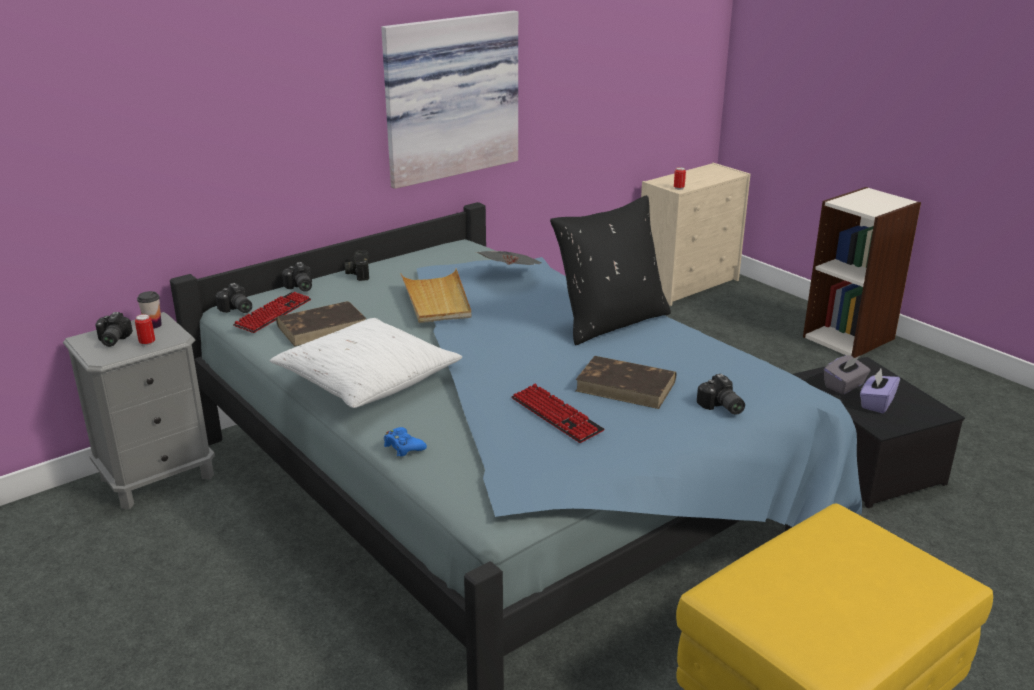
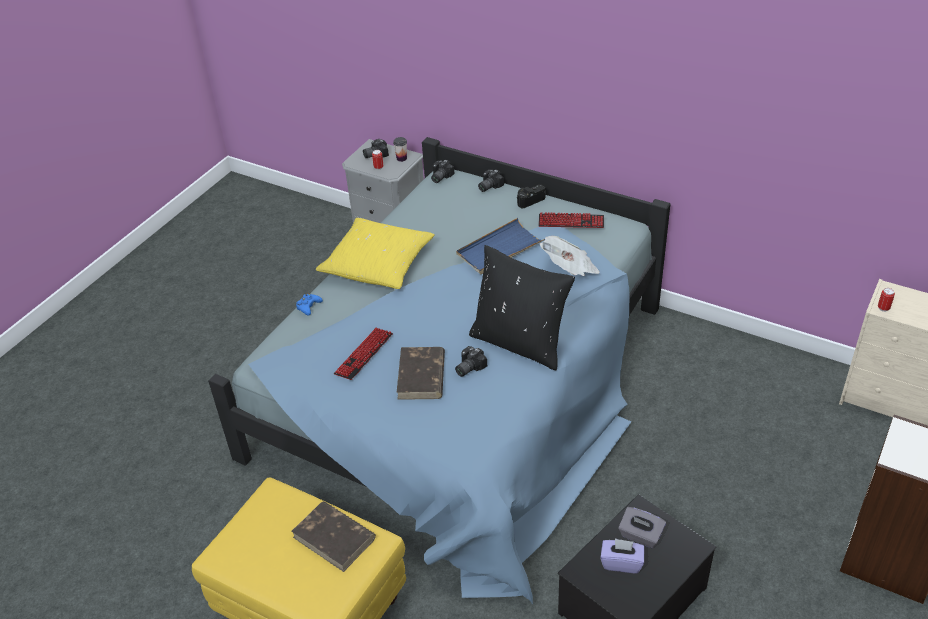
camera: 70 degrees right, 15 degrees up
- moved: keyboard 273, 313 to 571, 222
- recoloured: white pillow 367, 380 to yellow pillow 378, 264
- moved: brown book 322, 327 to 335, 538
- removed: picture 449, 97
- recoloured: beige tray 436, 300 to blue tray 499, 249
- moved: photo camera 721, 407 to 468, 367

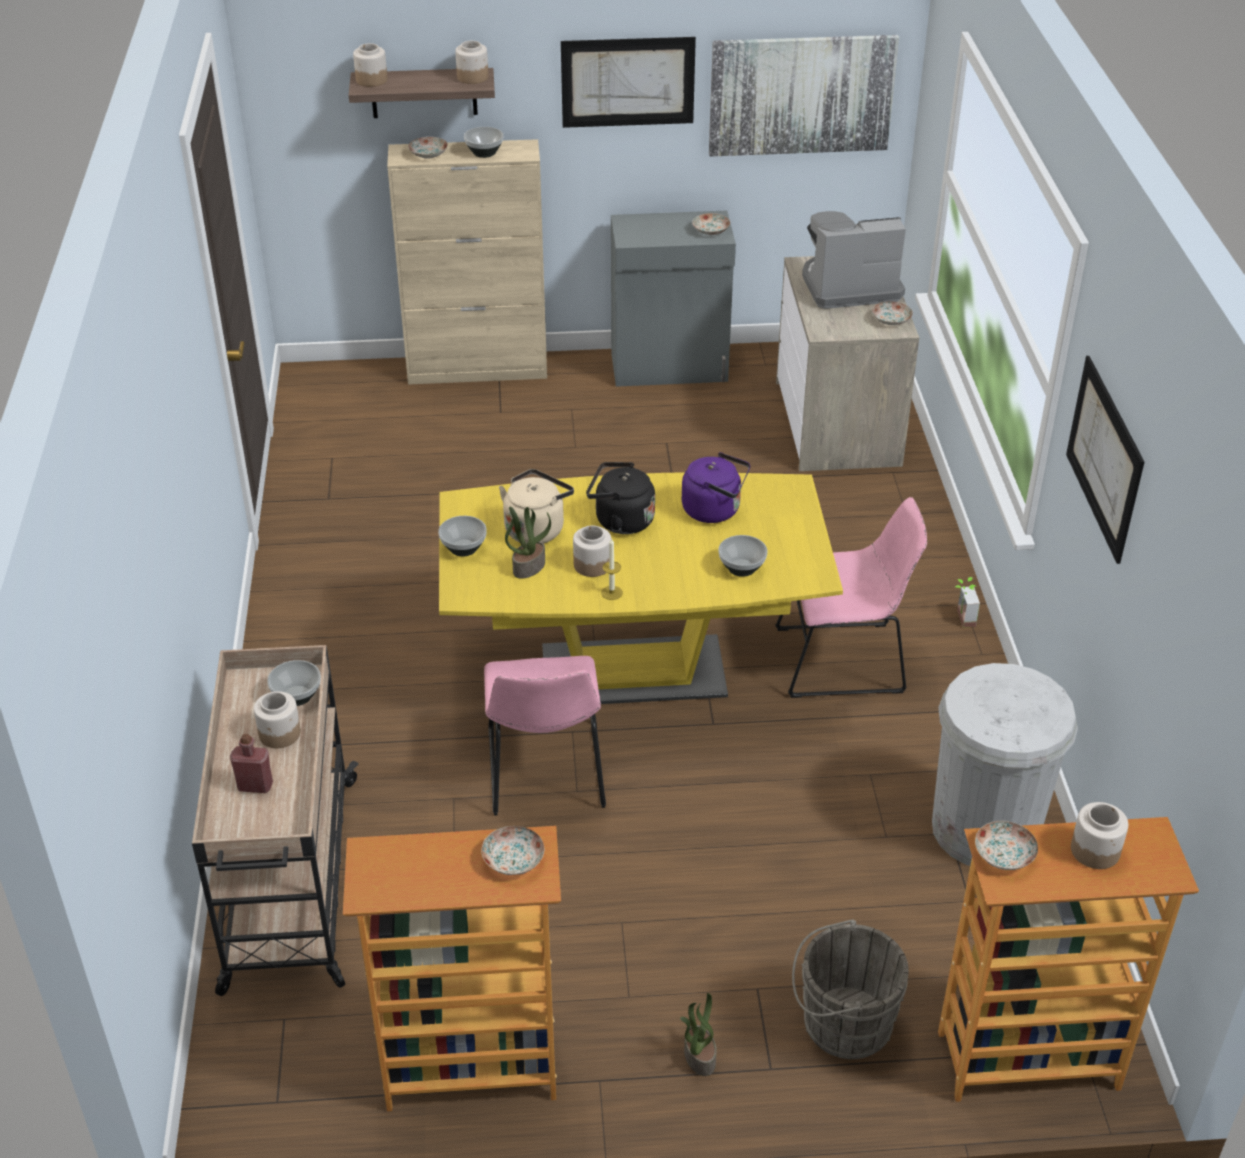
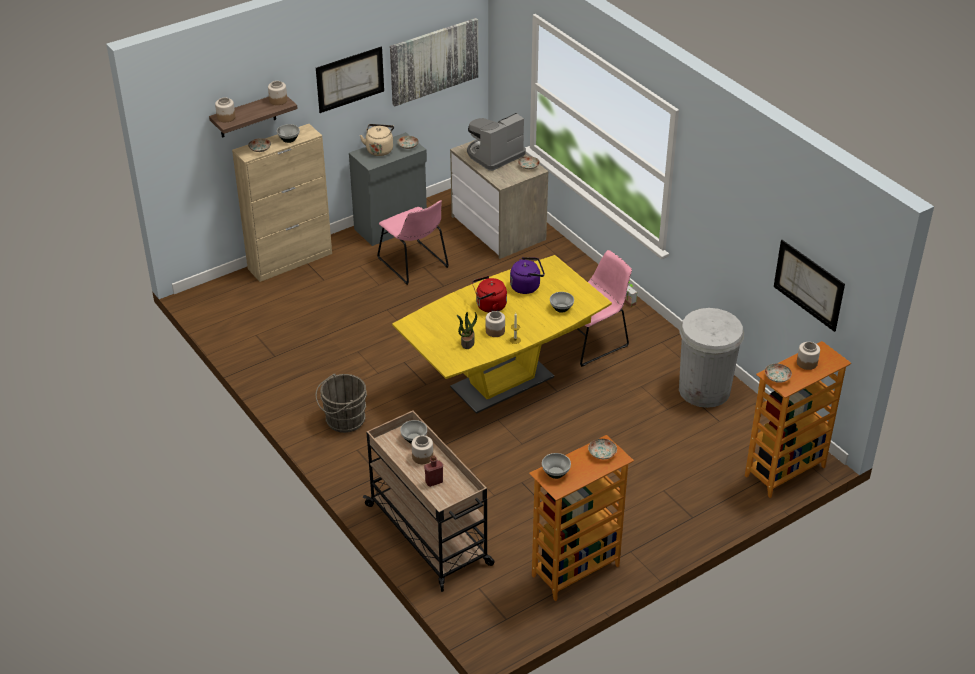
camera: 30 degrees left, 0 degrees up
- moved: bowl 464, 548 to 556, 472
- moved: pink chair 546, 773 to 414, 264
- moved: beige kettle 536, 528 to 379, 149
- recoloured: black kettle 620, 521 to red kettle 489, 306
- removed: potted plant 698, 1056
- moved: grey bucket 841, 1023 to 343, 420
- moved: picture 1104, 457 to 808, 285

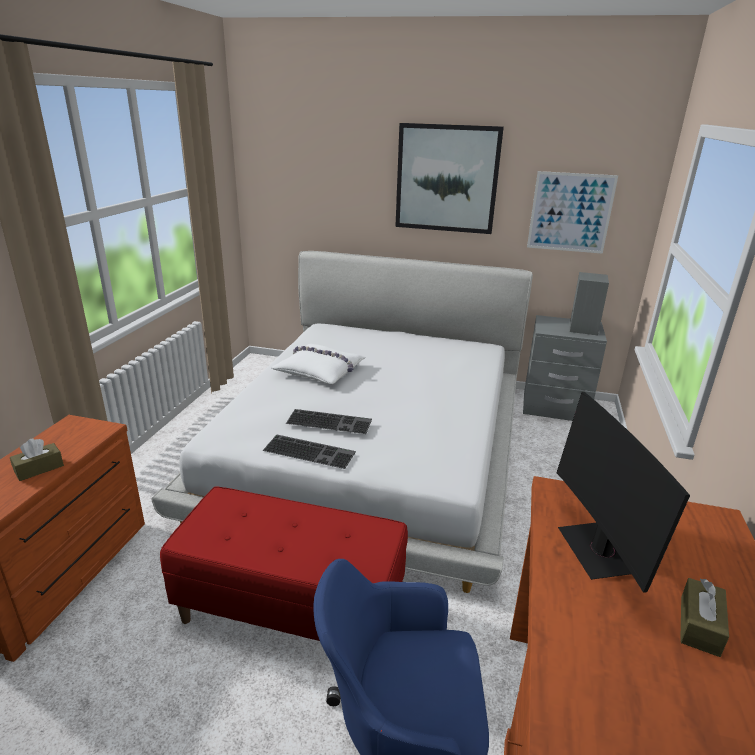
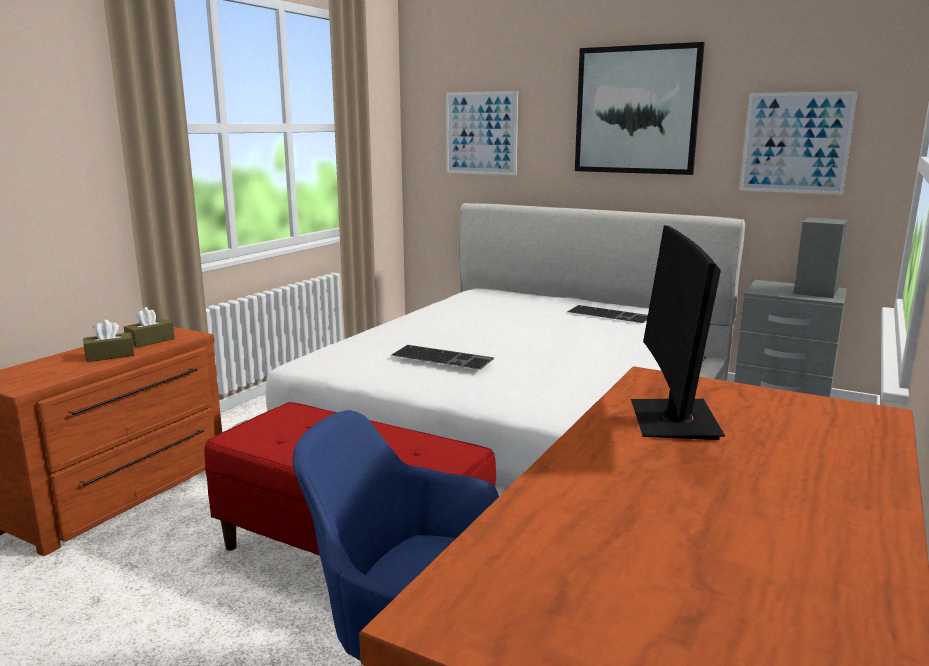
camera: 15 degrees right, 10 degrees down
- moved: keyboard 310, 451 to 610, 314
- removed: white pillow 321, 371
- moved: brown tissue box 699, 625 to 150, 341
- added: picture 481, 133

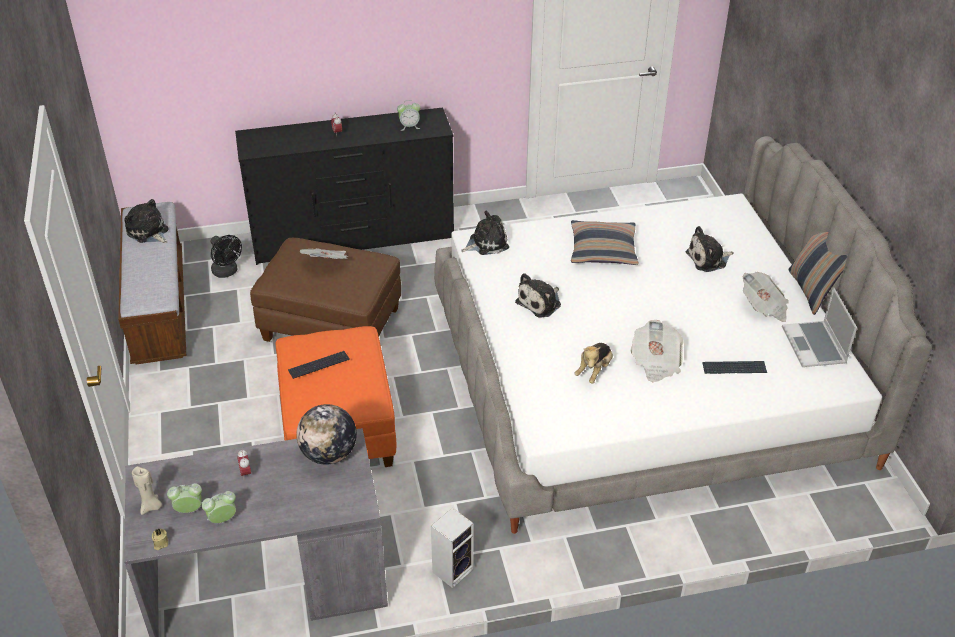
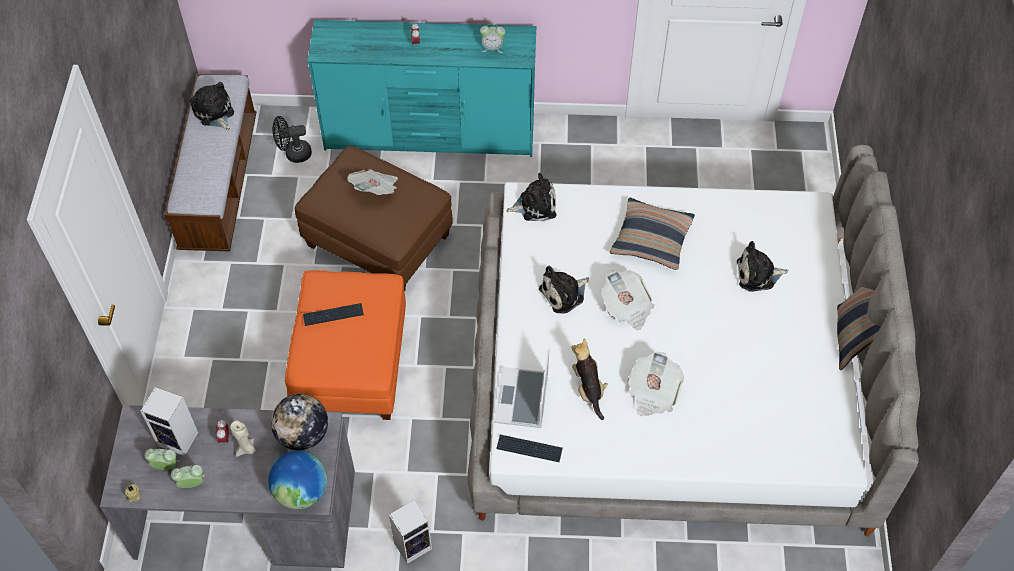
camera: 15 degrees right, 15 degrees up
- moved: beige candle 151, 506 to 246, 449
- turned: black fan 227, 272 = 294, 154 105 degrees clockwise
- recoloured: black dresser 354, 238 to turquoise dresser 430, 134
- turned: plush toy 594, 370 = 588, 389 120 degrees clockwise
- moved: keyboard 734, 368 to 529, 449
- moved: newspaper 763, 307 to 627, 308
- moved: laptop 815, 346 to 522, 399
- added: speaker 179, 439
- added: globe 301, 491

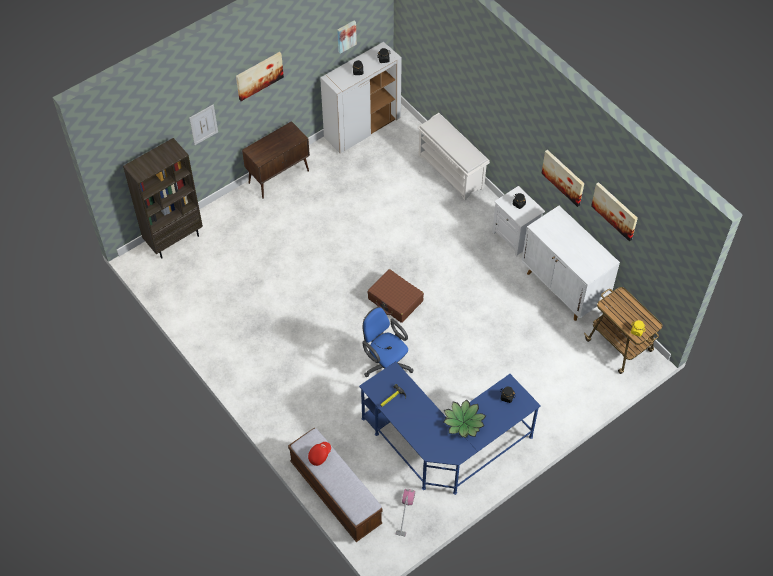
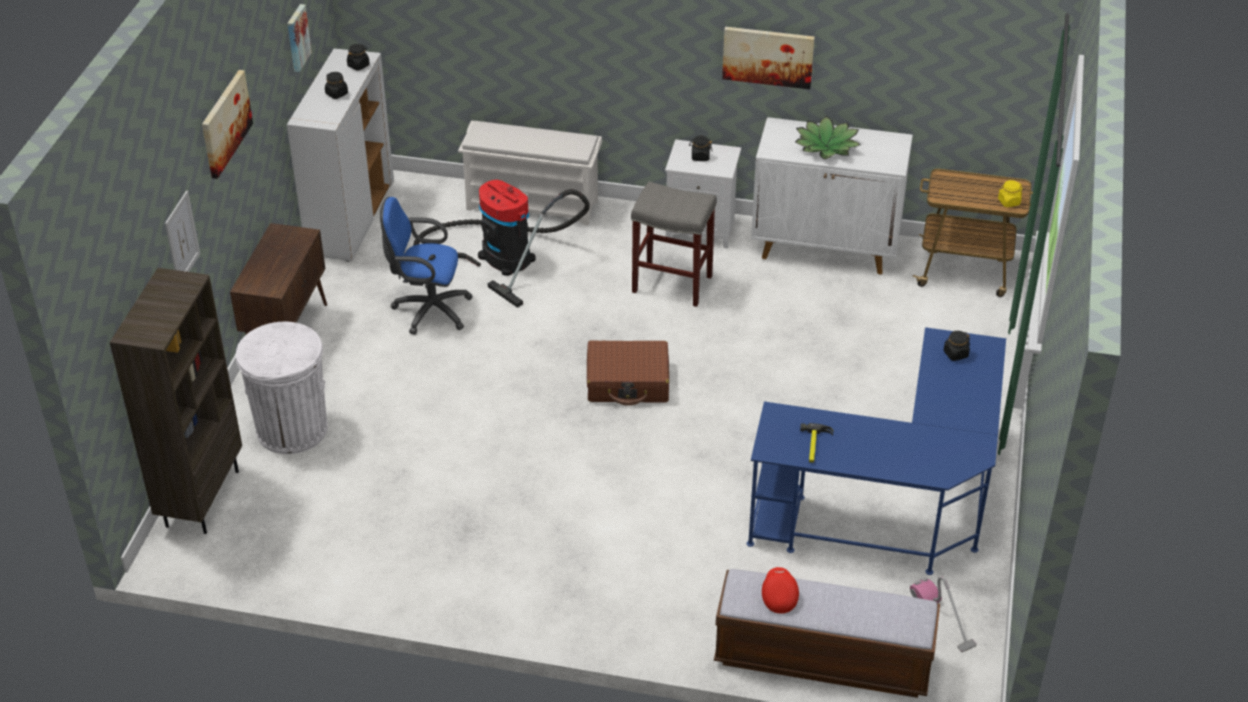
camera: 40 degrees left, 15 degrees down
- moved: blue office chair 385, 365 to 428, 310
- moved: potted plant 464, 422 to 827, 146
- removed: picture 615, 211
- added: white trash can 292, 429
- added: vacuum cleaner 501, 256
- added: grey stool 673, 284

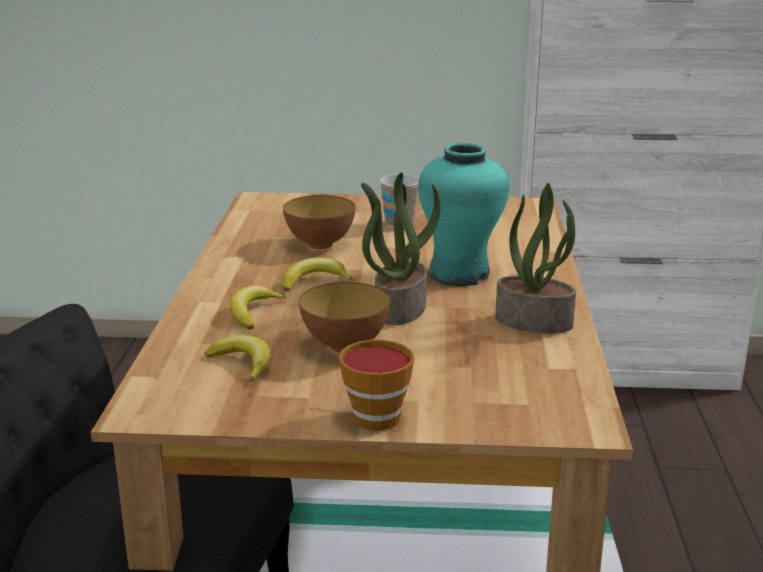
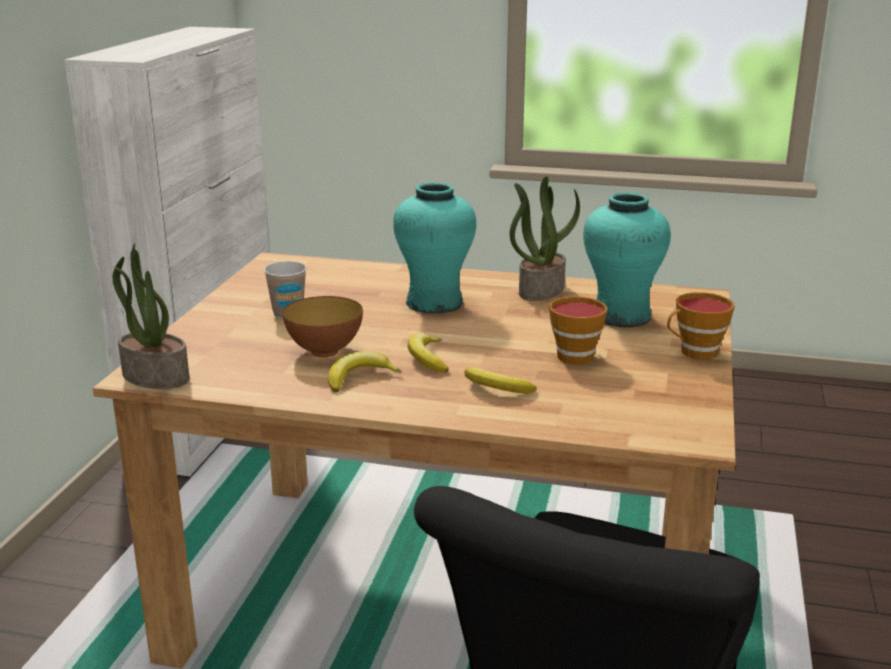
camera: 80 degrees left, 0 degrees up
- moved: banana 242, 364 to 359, 378
- replaced: bowl 345, 346 to cup 575, 354
- moved: potted plant 399, 309 to 154, 377
- added: turquoise vase 621, 316

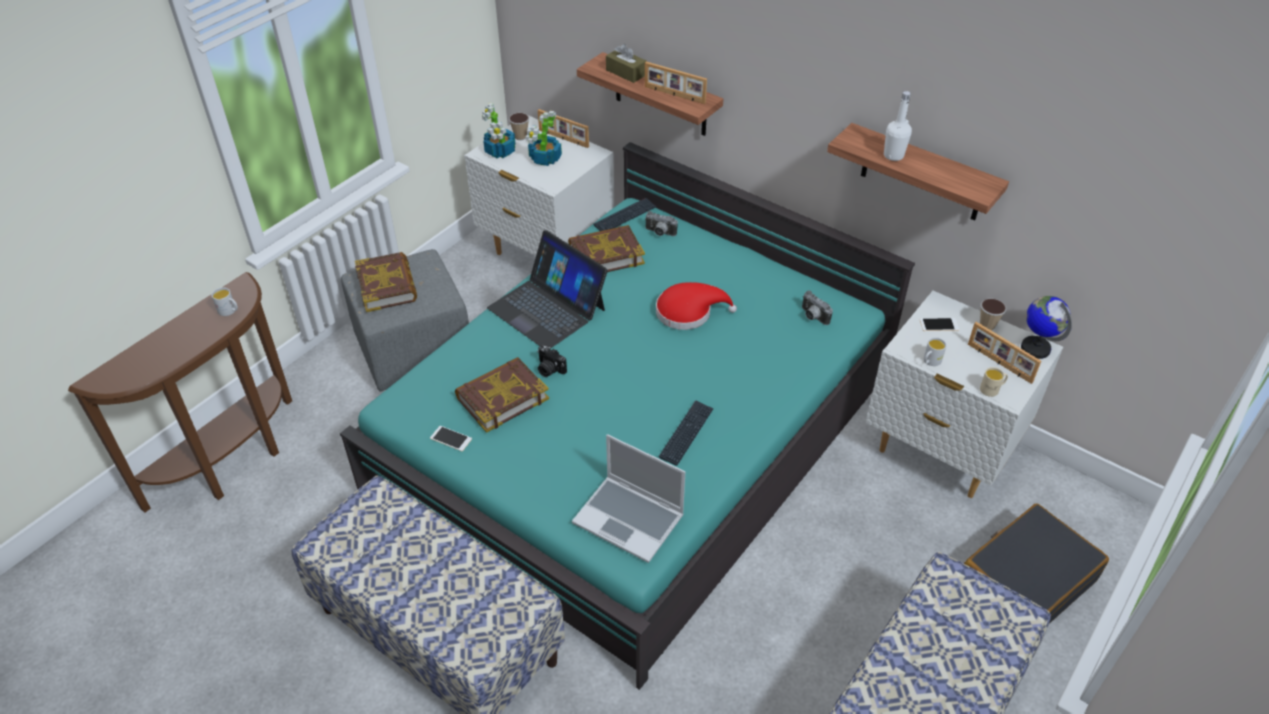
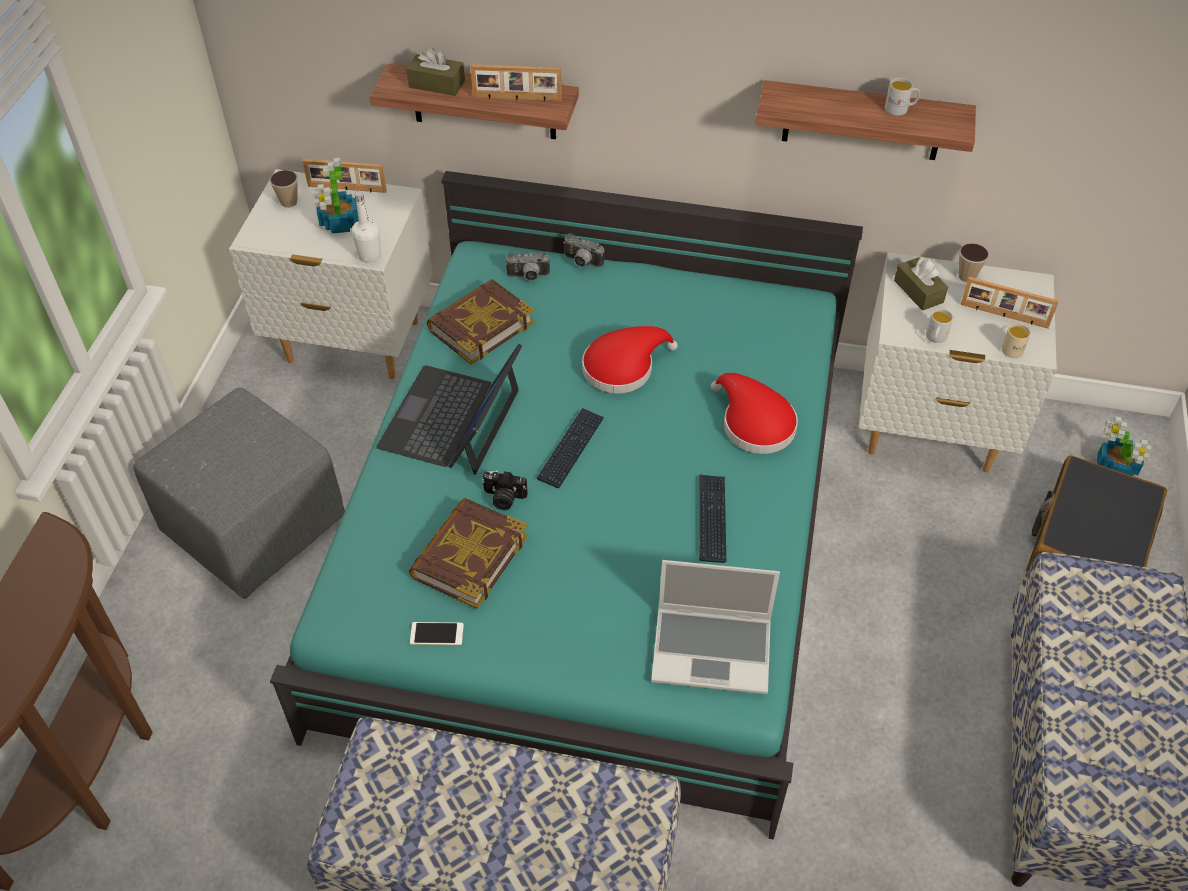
camera: 25 degrees left, 5 degrees up
- moved: white mug 229, 311 to 900, 109
- removed: book 387, 286
- moved: potted plant 500, 151 to 1116, 468
- turned: laptop 547, 308 = 452, 419 90 degrees clockwise
- moved: keyboard 625, 216 to 571, 449
- moved: photo camera 812, 317 to 581, 262
- moved: white bottle 893, 155 to 370, 256
- replaced: phone 939, 325 to brown tissue box 918, 291
- removed: globe 1035, 348
- added: red hat 754, 423

